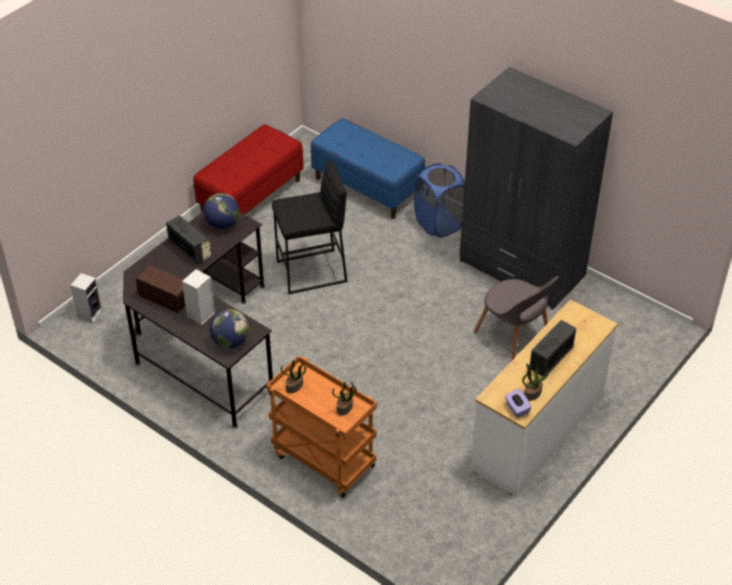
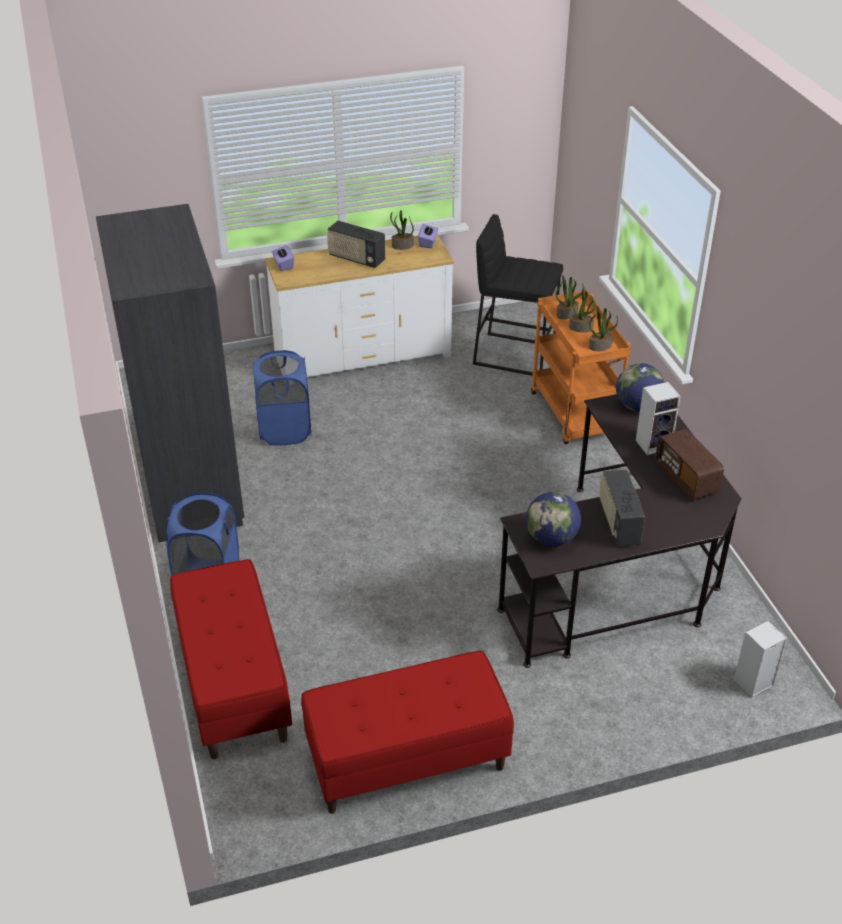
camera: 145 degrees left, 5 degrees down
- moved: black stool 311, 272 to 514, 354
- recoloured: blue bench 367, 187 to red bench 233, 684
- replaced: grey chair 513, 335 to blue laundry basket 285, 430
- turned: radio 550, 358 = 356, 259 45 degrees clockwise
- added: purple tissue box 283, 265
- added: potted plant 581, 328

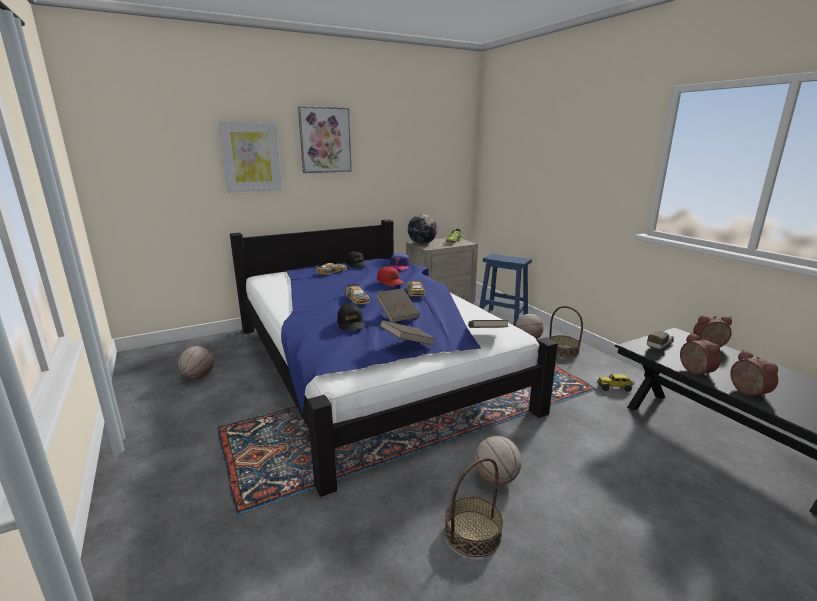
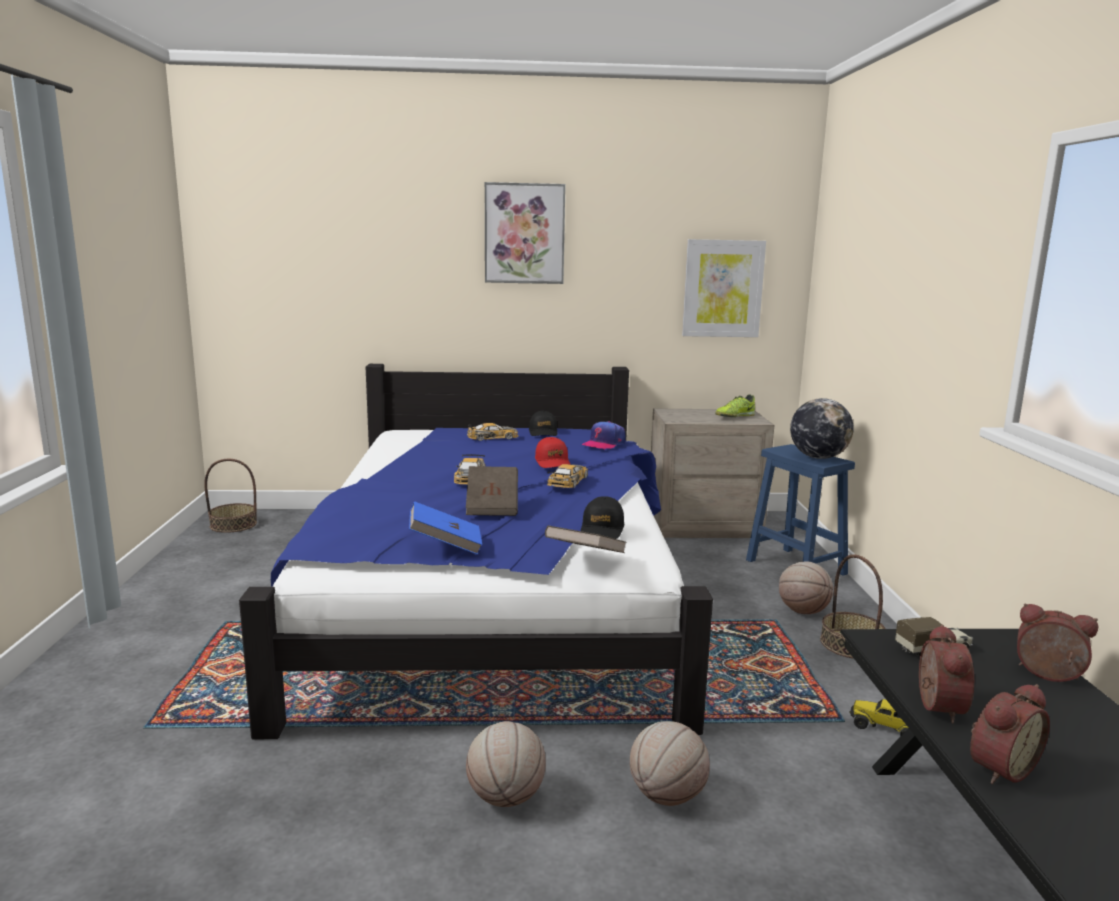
camera: 25 degrees right, 5 degrees down
- moved: basketball 198, 376 to 666, 796
- moved: picture 251, 157 to 722, 288
- moved: black cap 351, 323 to 602, 529
- recoloured: brown book 407, 343 to blue book 445, 545
- moved: globe 422, 244 to 818, 457
- moved: basket 473, 533 to 233, 525
- turned: alarm clock 747, 392 = 998, 767 45 degrees clockwise

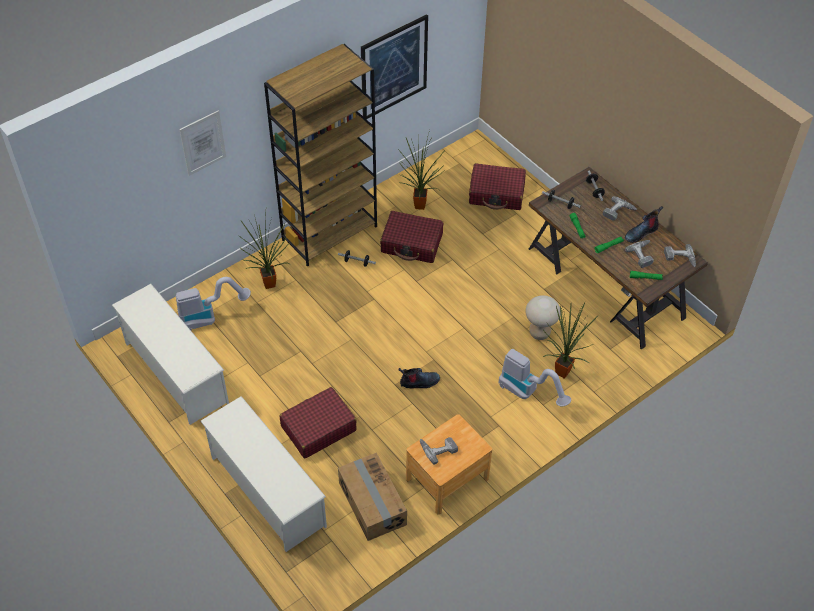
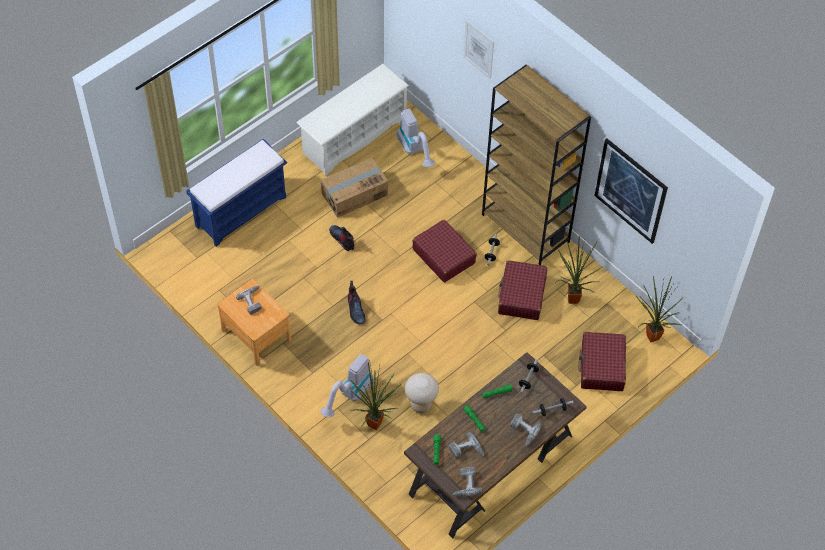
camera: 85 degrees right, 5 degrees up
- replaced: white shoe rack 267, 491 to blue bench 241, 211
- moved: potted plant 269, 286 to 650, 338
- moved: red suitcase 318, 428 to 443, 256
- moved: cardboard box 372, 504 to 354, 194
- moved: boot 641, 232 to 343, 239

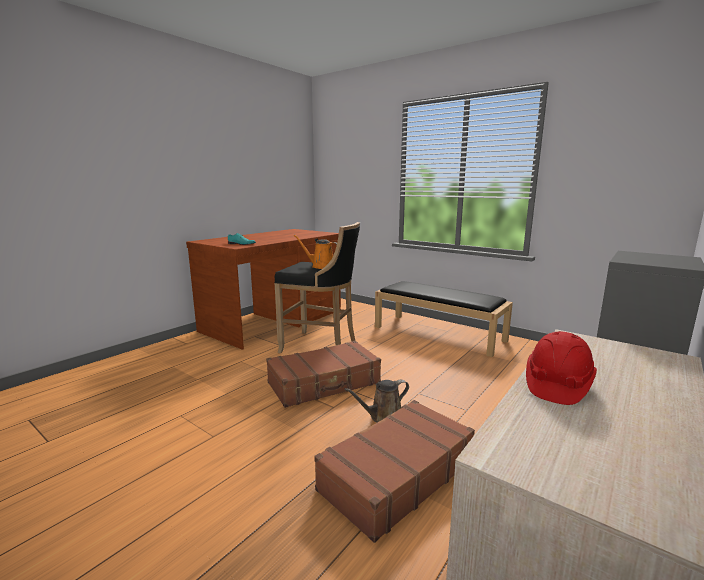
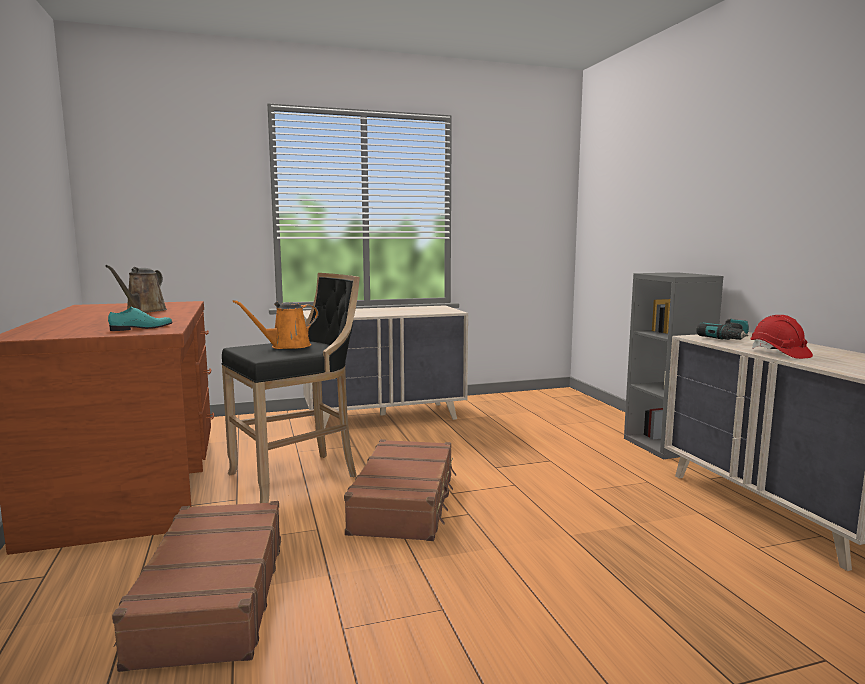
camera: 55 degrees left, 5 degrees down
- moved: brown suitcase 395, 475 to 211, 597
- moved: brown watering can 383, 417 to 144, 311
- replaced: black bench 439, 333 to beige dresser 385, 417
- added: power drill 729, 338

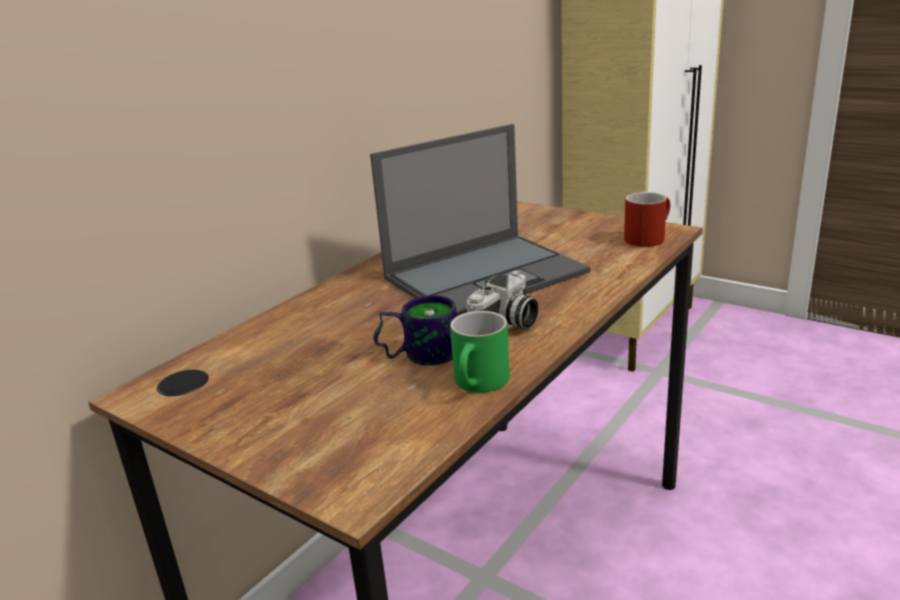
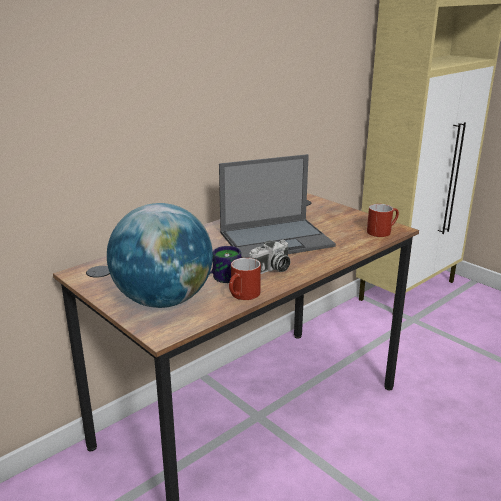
camera: 10 degrees right, 0 degrees up
- recoloured: green mug 480, 384 to red mug 243, 296
- added: globe 164, 300

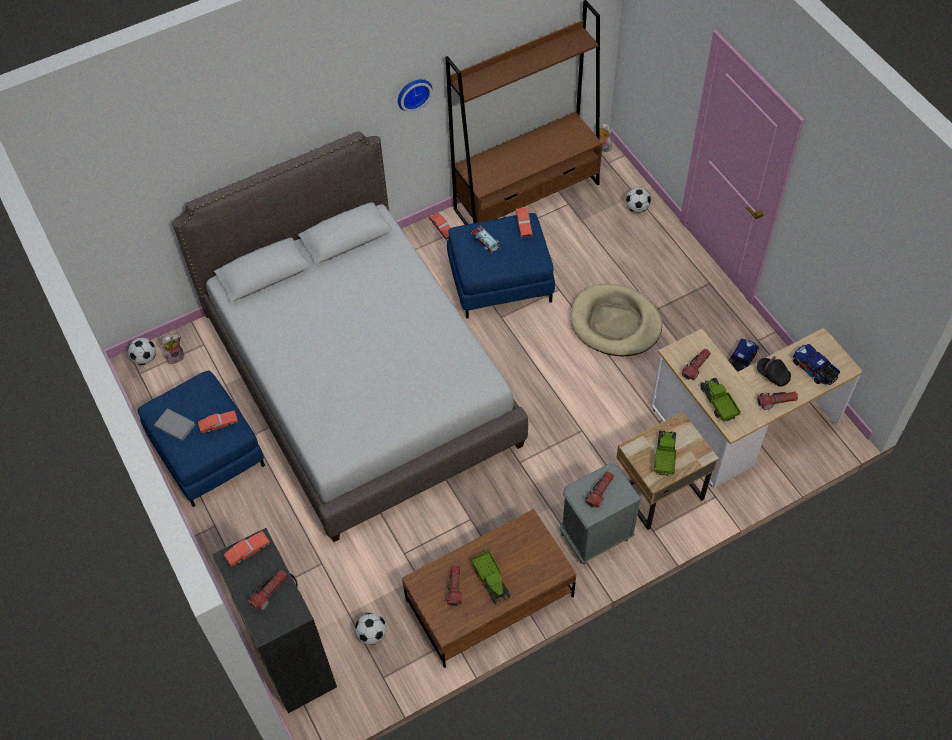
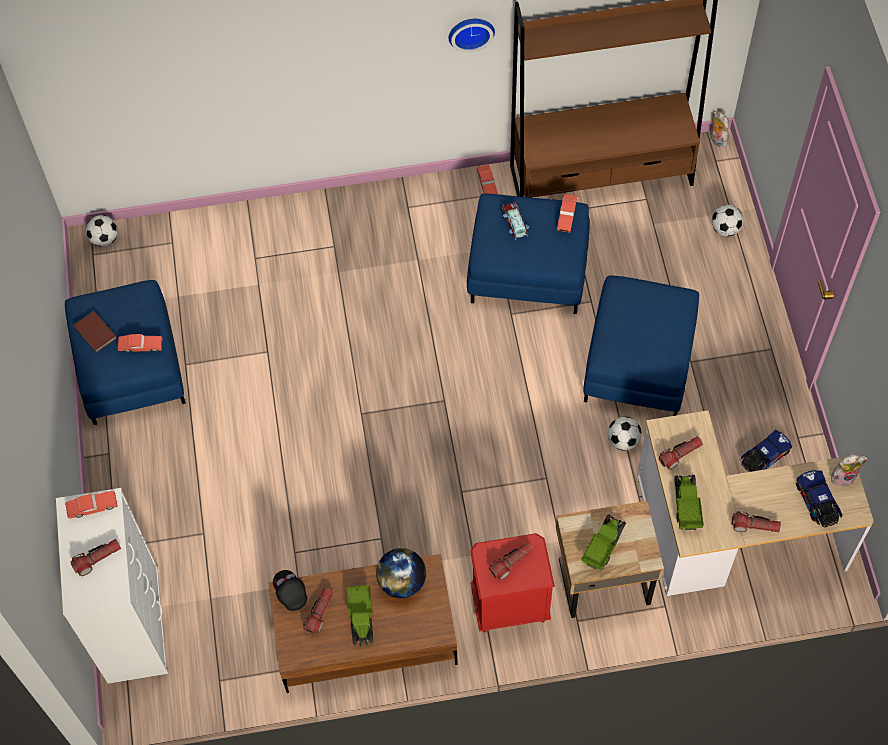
camera: 20 degrees right, 5 degrees up
- recoloured: grey book 175, 424 to brown book 96, 331
- moved: plush toy 175, 356 to 843, 476
- removed: grey bed 362, 381
- recoloured: black dresser 291, 657 to white dresser 133, 624
- moved: football 372, 634 to 623, 440
- recoloured: grey nightstand 594, 537 to red nightstand 509, 605
- replaced: beige dog bed 615, 323 to blue ottoman 639, 363
- moved: black cap 772, 375 to 290, 593
- added: globe 402, 582

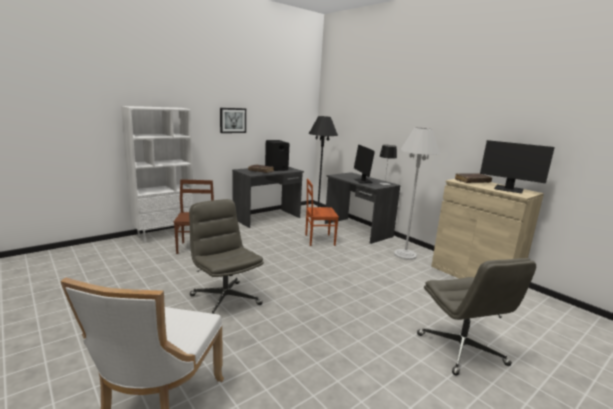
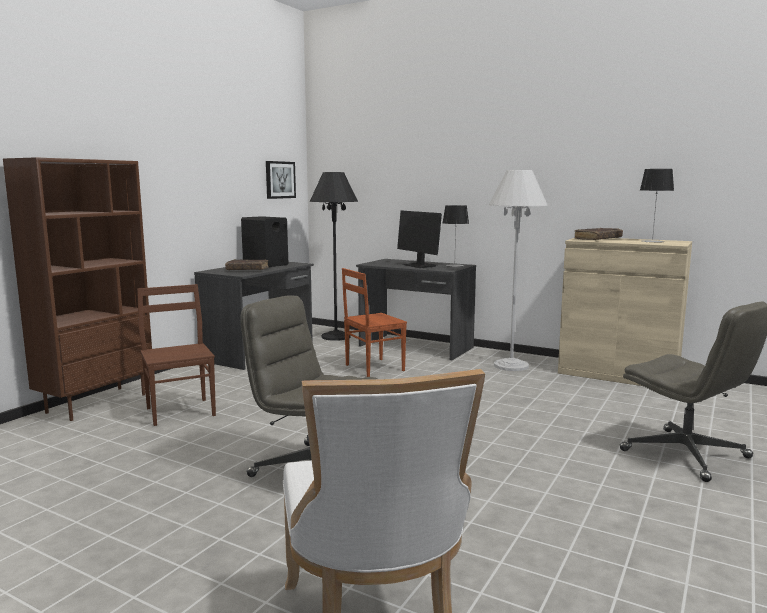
camera: 20 degrees left, 5 degrees down
- recoloured: white bookcase 164, 234 to brown bookcase 97, 403
- moved: picture 232, 120 to 280, 180
- replaced: monitor 508, 189 to table lamp 652, 241

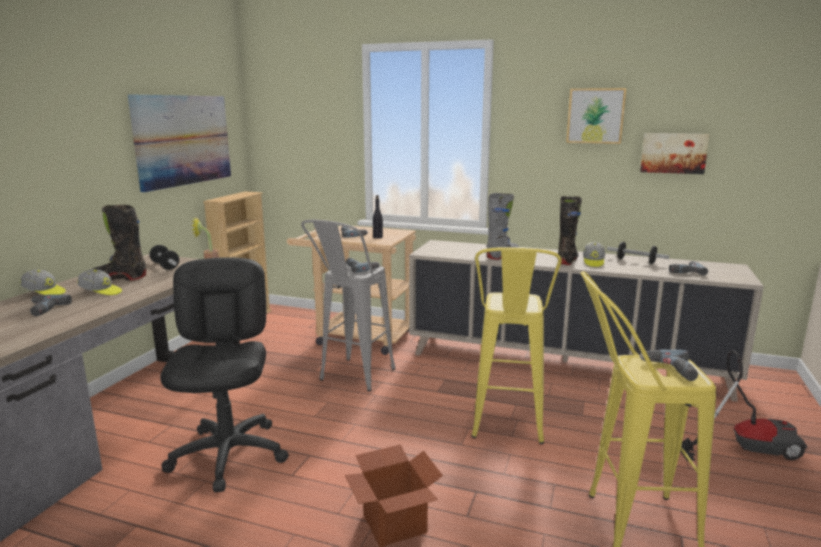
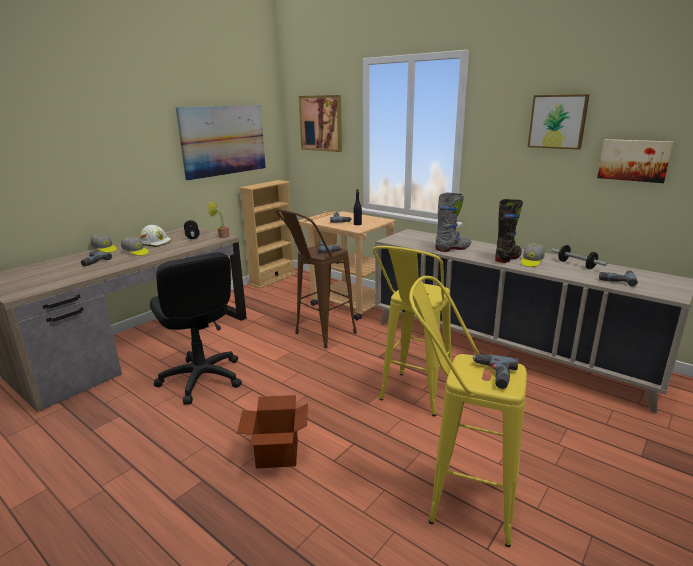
camera: 20 degrees right, 5 degrees up
- replaced: black boot 120, 278 to white hard hat 156, 243
- turned: black office chair 229, 454 = 201, 379 135 degrees clockwise
- recoloured: grey stool 352, 379 to brown stool 319, 336
- removed: vacuum cleaner 744, 447
- added: picture 321, 123

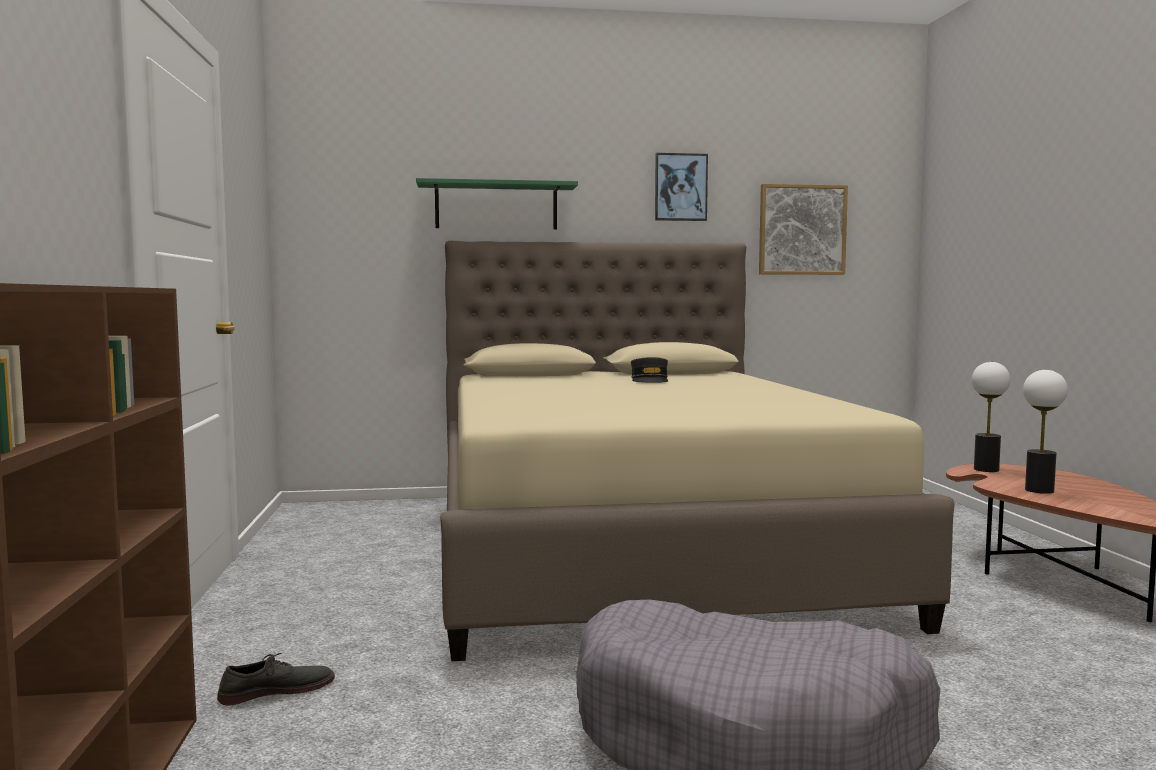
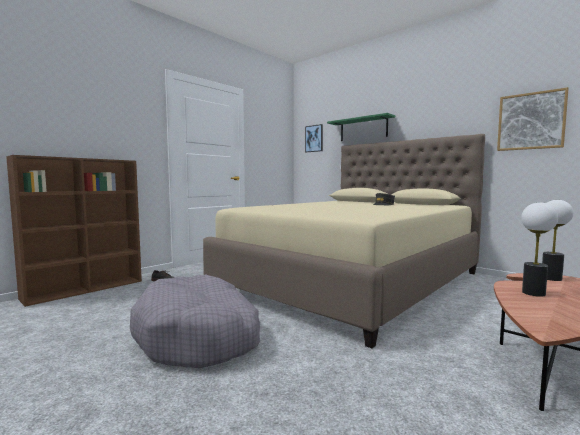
camera: 50 degrees right, 0 degrees up
- moved: picture 680, 187 to 314, 138

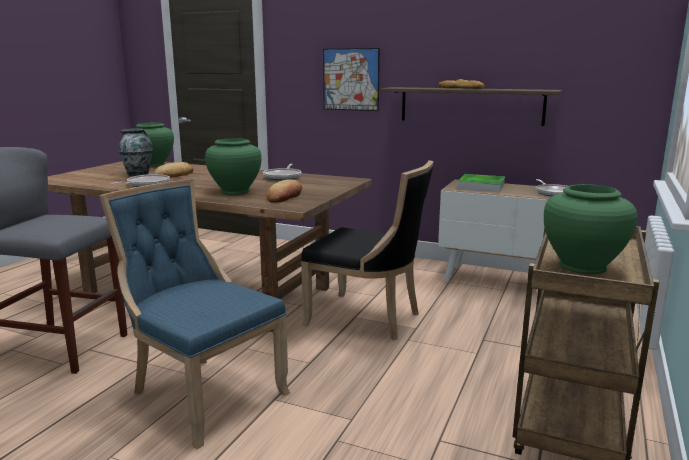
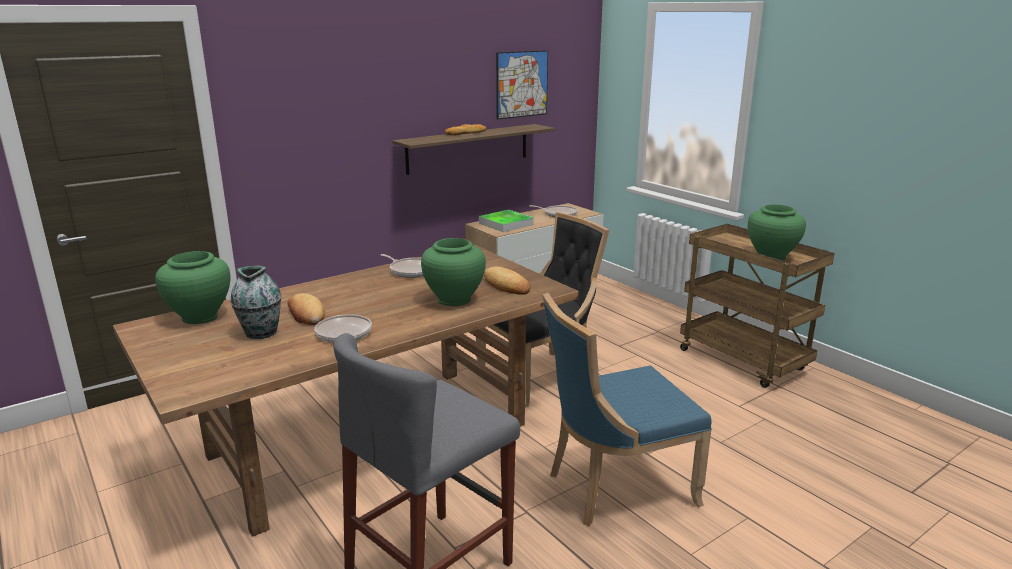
camera: 60 degrees left, 5 degrees up
- moved: picture 351, 79 to 522, 84

